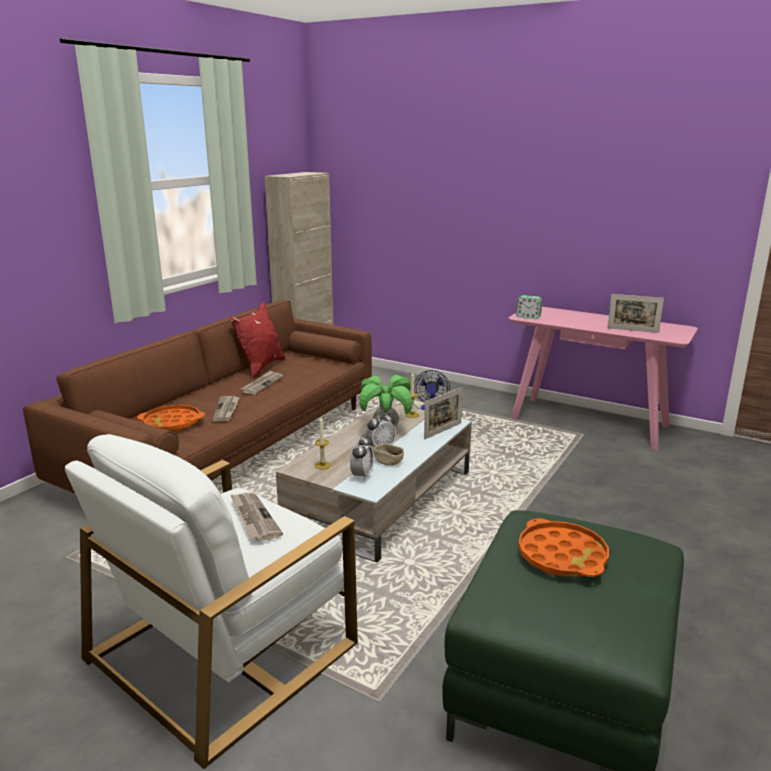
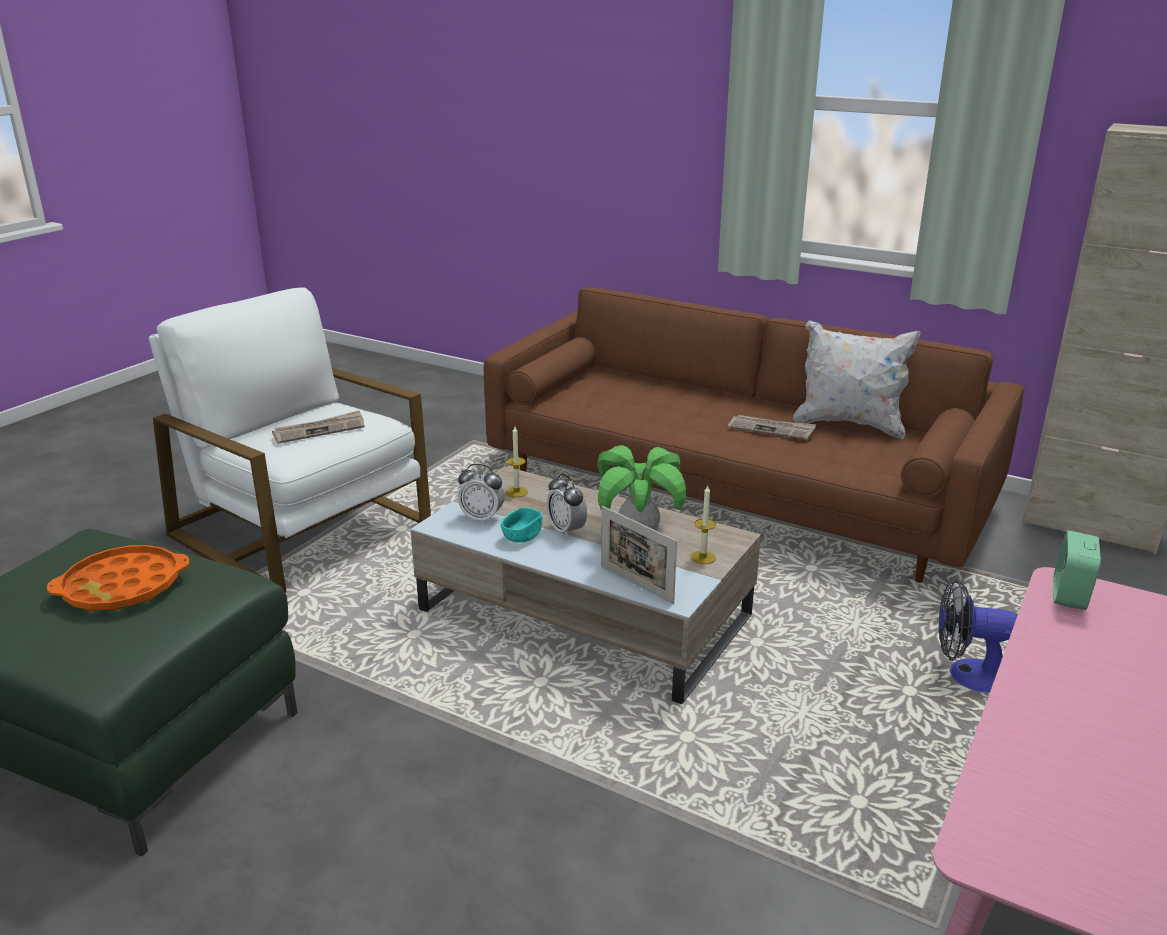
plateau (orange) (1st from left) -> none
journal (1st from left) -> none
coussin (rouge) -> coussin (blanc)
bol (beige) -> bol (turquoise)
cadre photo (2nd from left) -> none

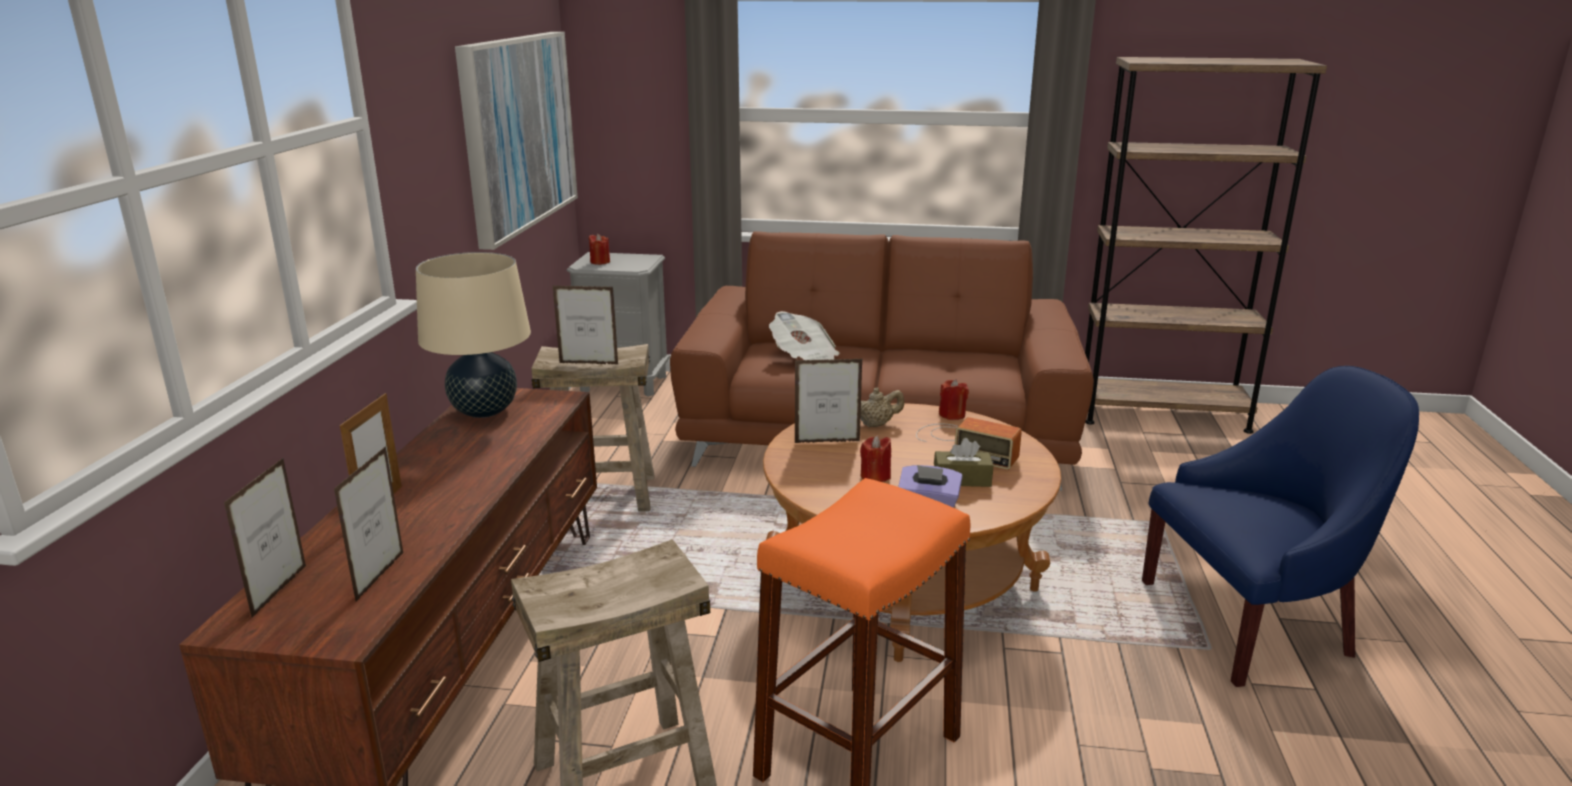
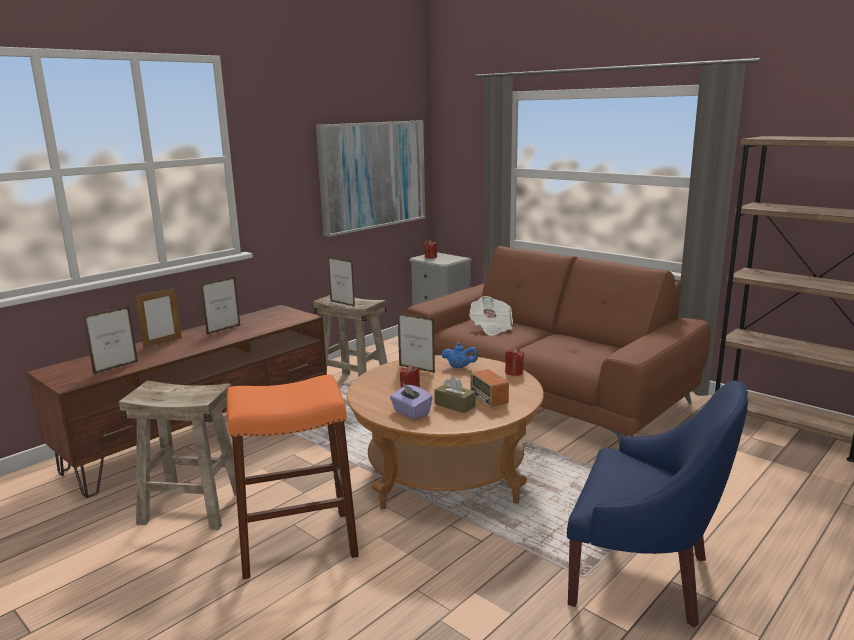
cadre photo (1st from left in the first image) -> cadre photo (3rd from left), move
lampe de table (beige) -> none
théière (beige) -> théière (bleu)

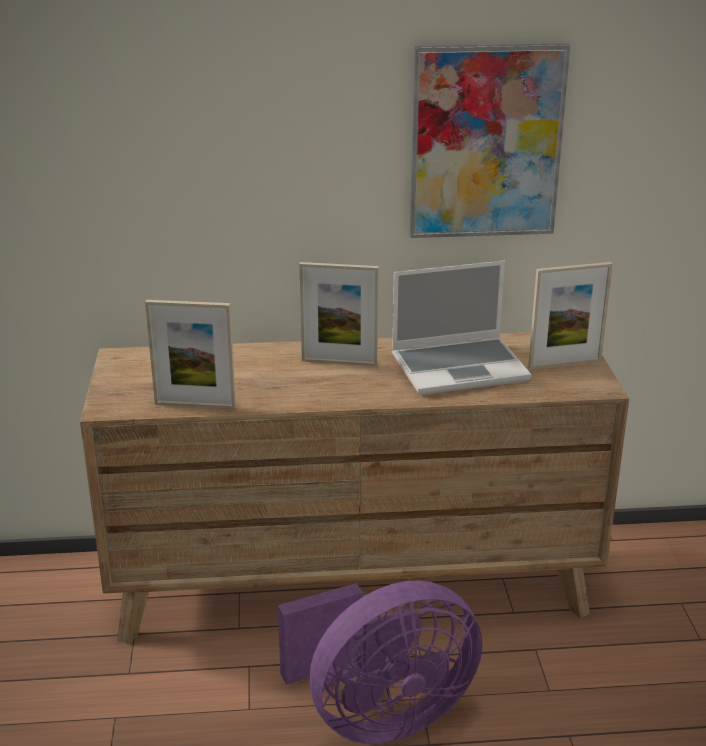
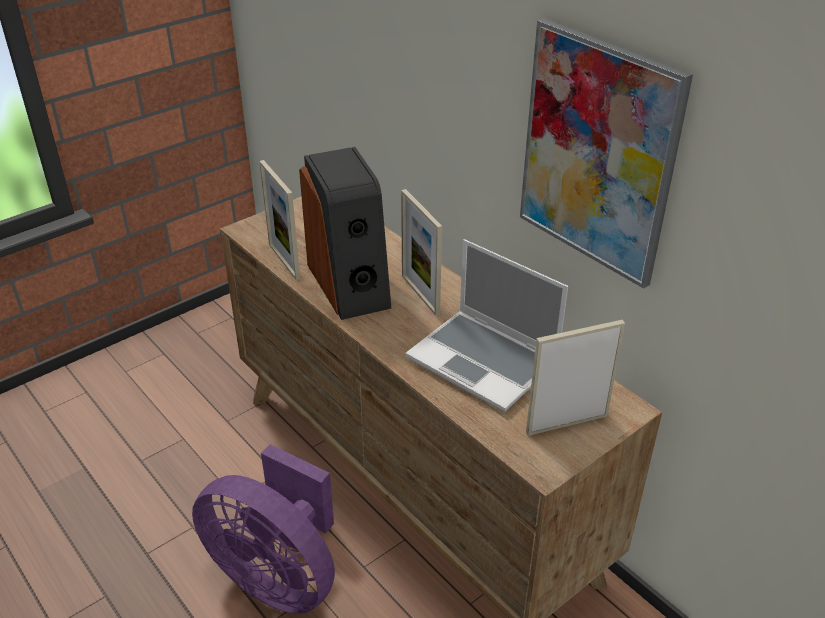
cadre photo (3rd from left), 120 degrees clockwise
none -> enceinte

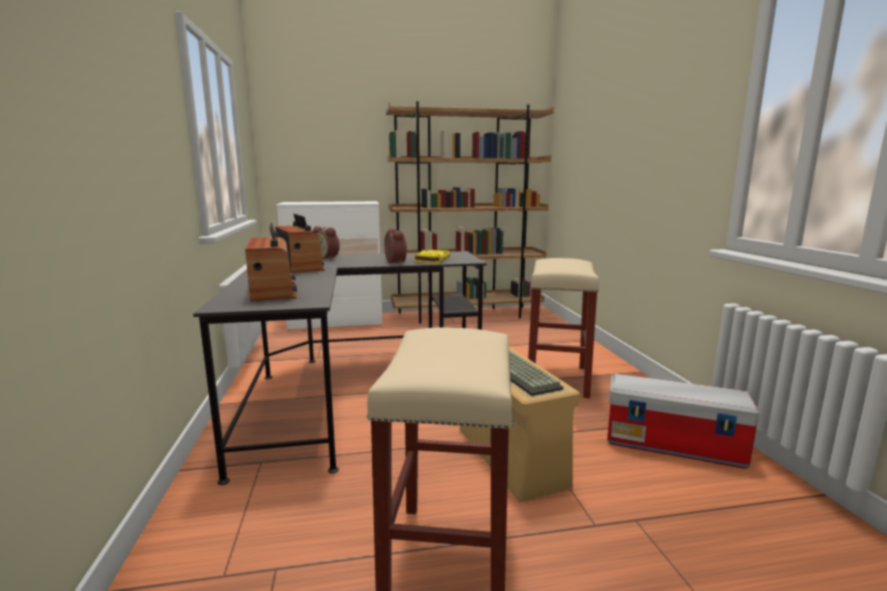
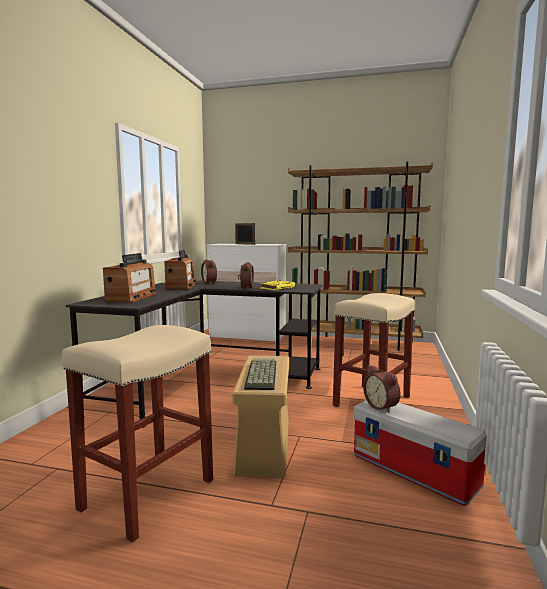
none -> cadre photo
none -> réveil (3rd from left)

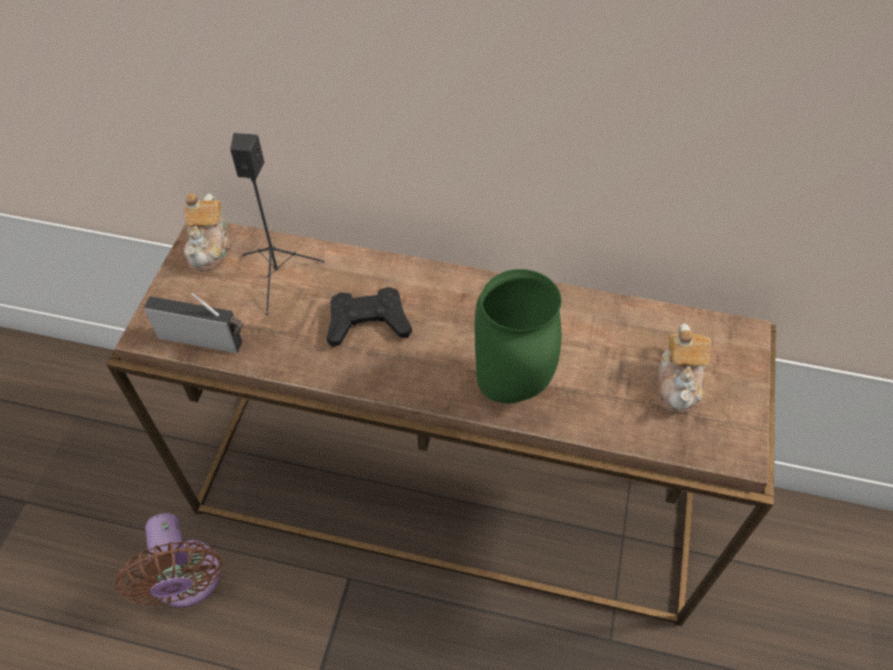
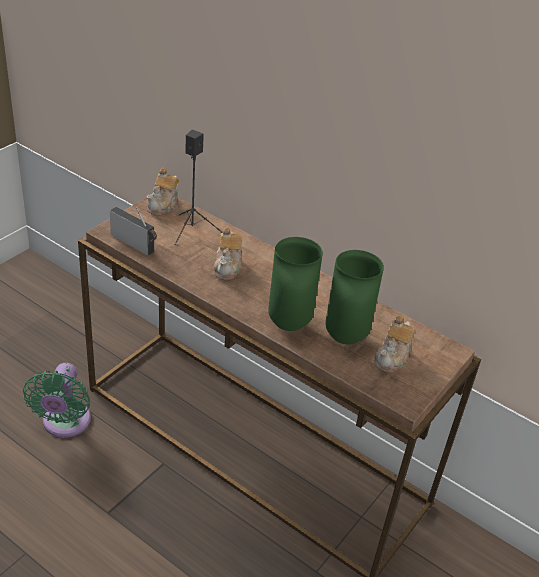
ventilateur (marron) -> ventilateur (vert)
manette (noir) -> théière (2nd from left)
none -> vase (vert) (2nd from left)

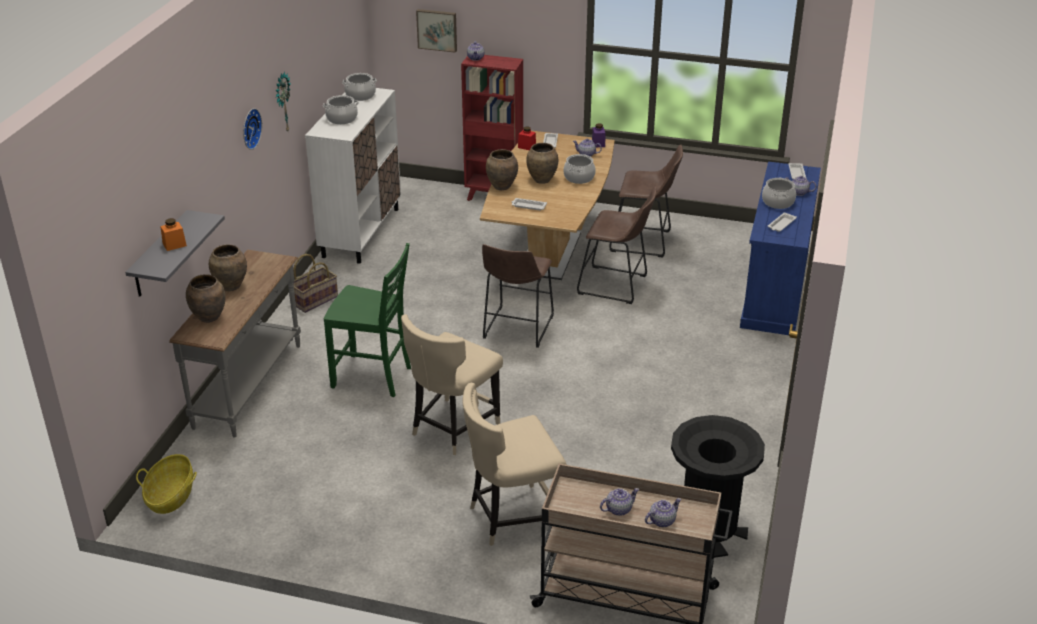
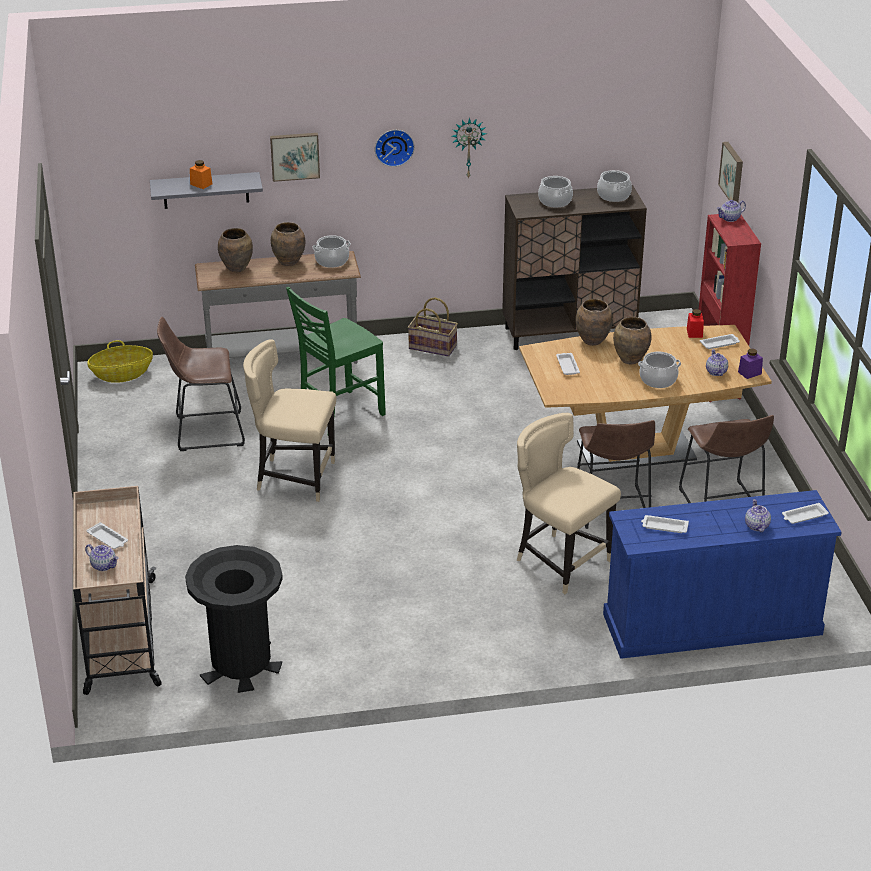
meuble de rangement (blanc) -> meuble de rangement (marron)
chaise (vert), 60 degrees clockwise
chaise (beige) (2nd from left), move
tabouret (marron) (1st from left), move
théière (3rd from left) -> plateau (blanc) (1st from left)
marmite (4th from left in the first image) -> marmite (1st from left), move
none -> tableau (1st from left)

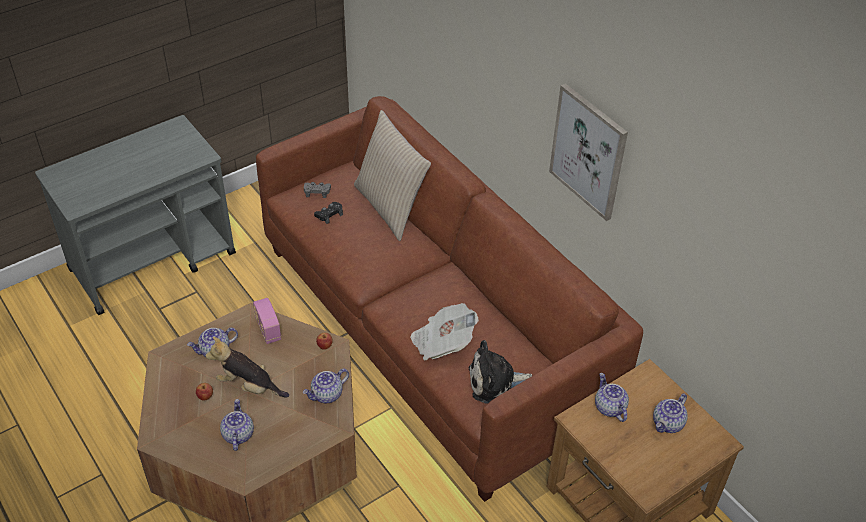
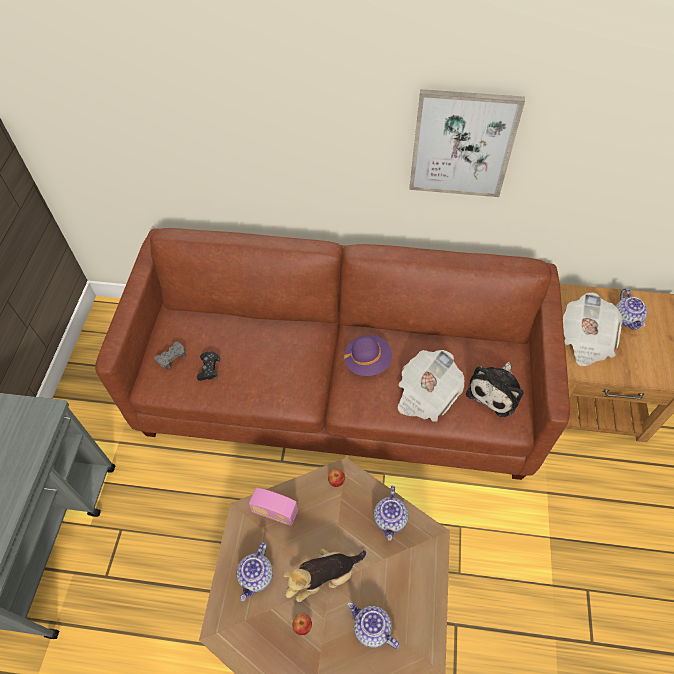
coussin (beige) -> none
théière (4th from left) -> journal (2nd from left)
none -> chapeau (violet)

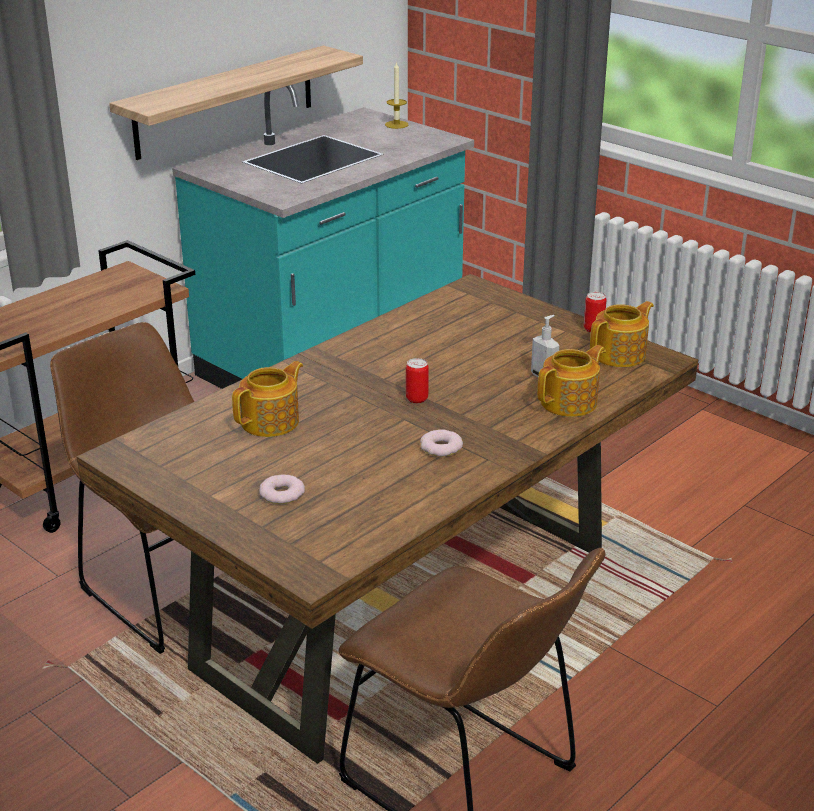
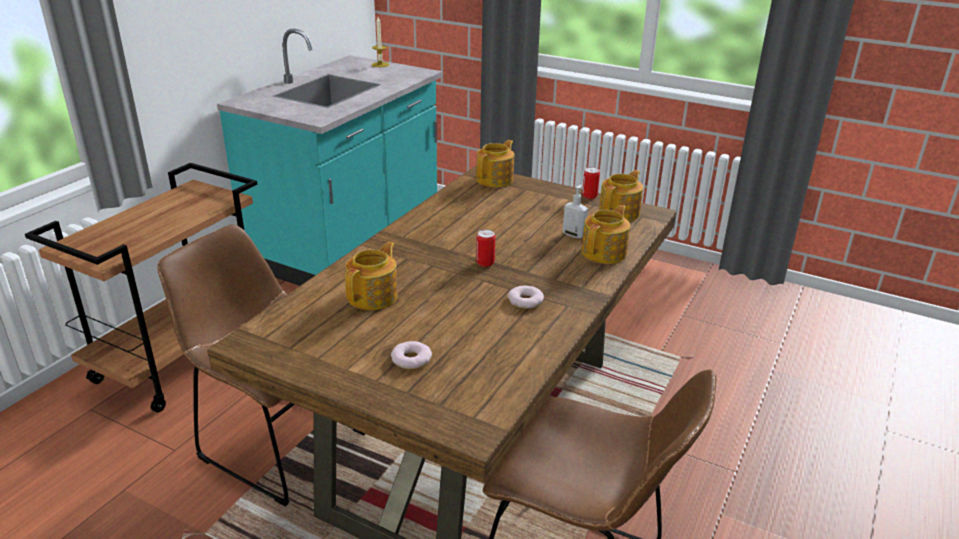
étagère -> none
none -> théière (2nd from left)

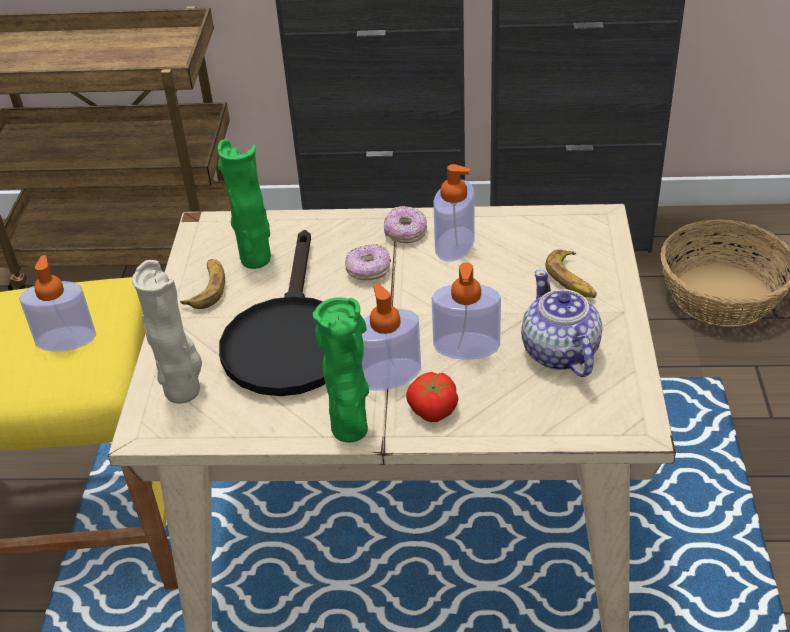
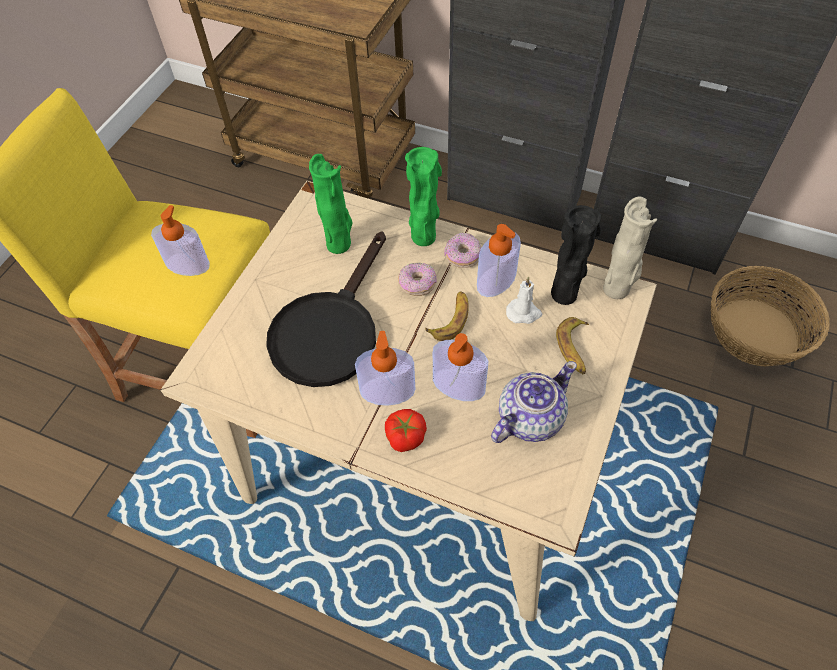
vase (beige), move
banane (1st from left), move
vase (vert) (2nd from left), move
théière, 45 degrees clockwise
none -> bougie (blanc)
none -> vase (noir)

